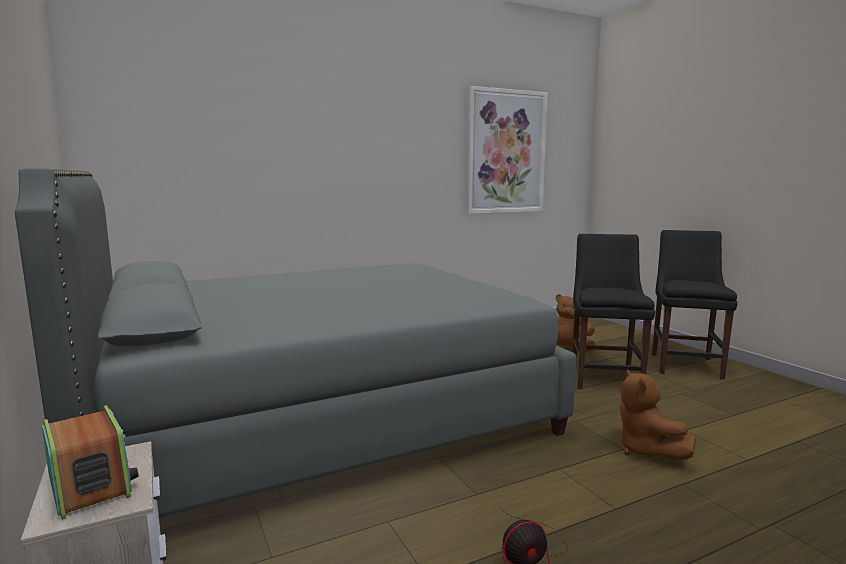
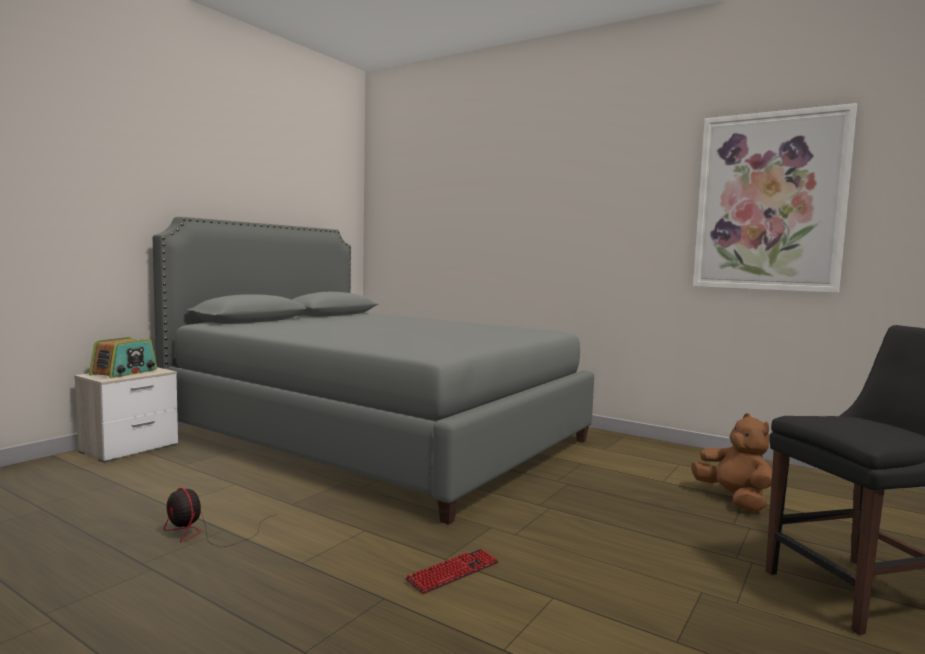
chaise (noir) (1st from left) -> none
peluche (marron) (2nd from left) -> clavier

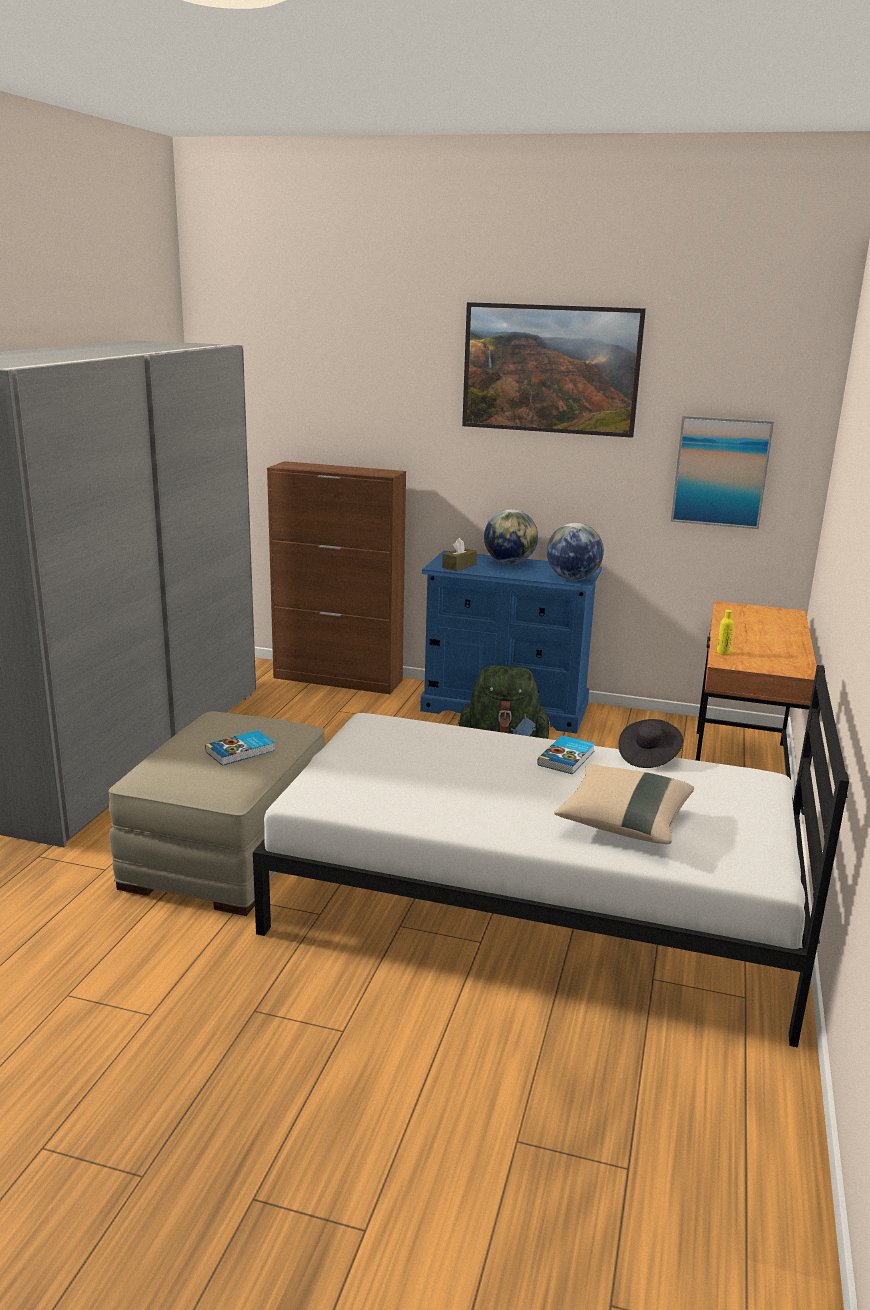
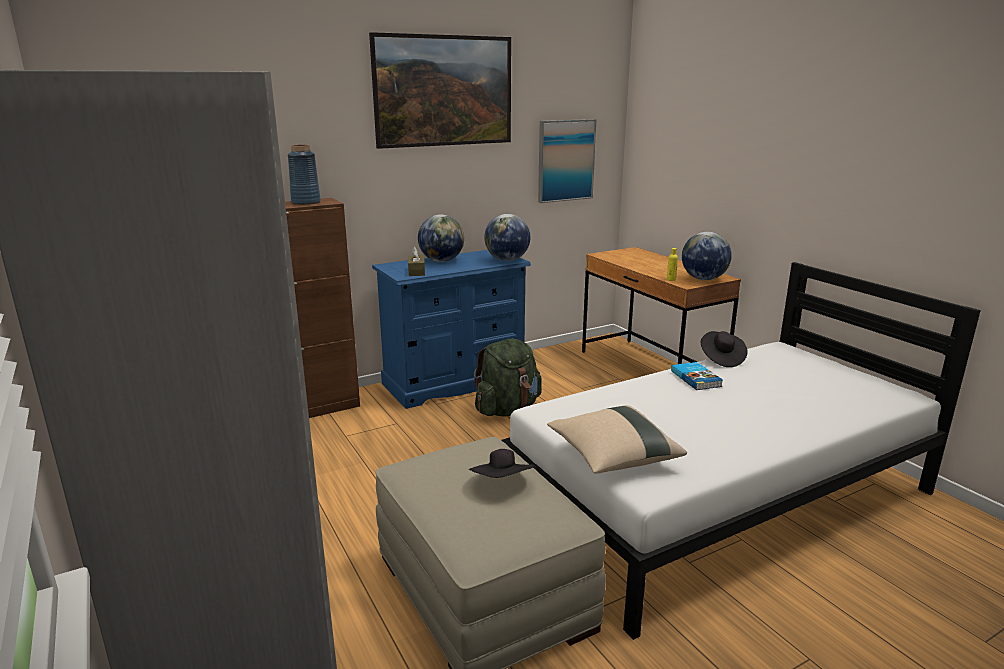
livre (1st from left) -> chapeau (noir) (1st from left)
coussin (beige), move
none -> vase (bleu)
none -> globe (3rd from left)

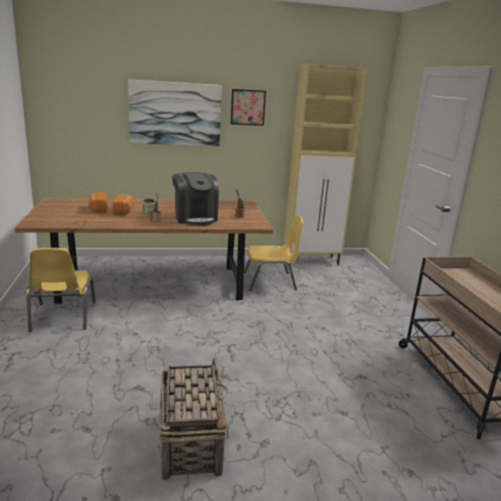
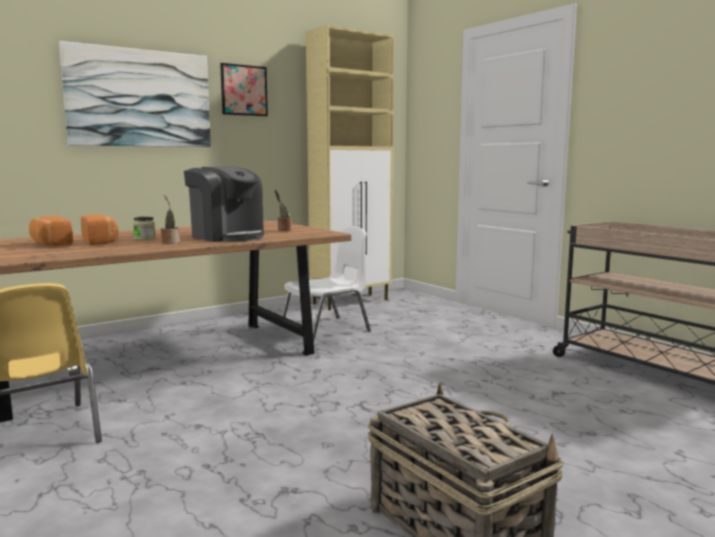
chaise (jaune) (2nd from left) -> chaise (blanc)

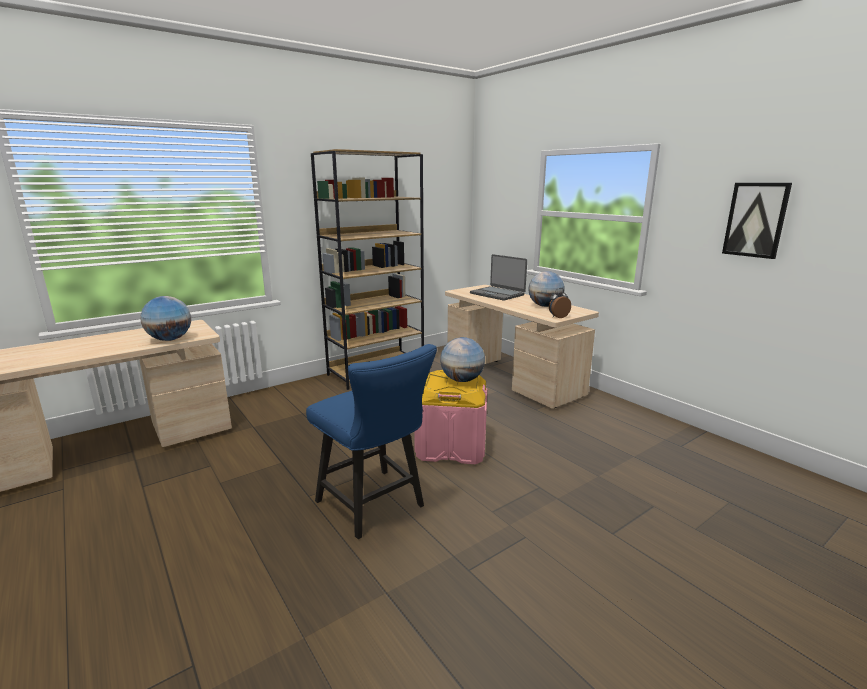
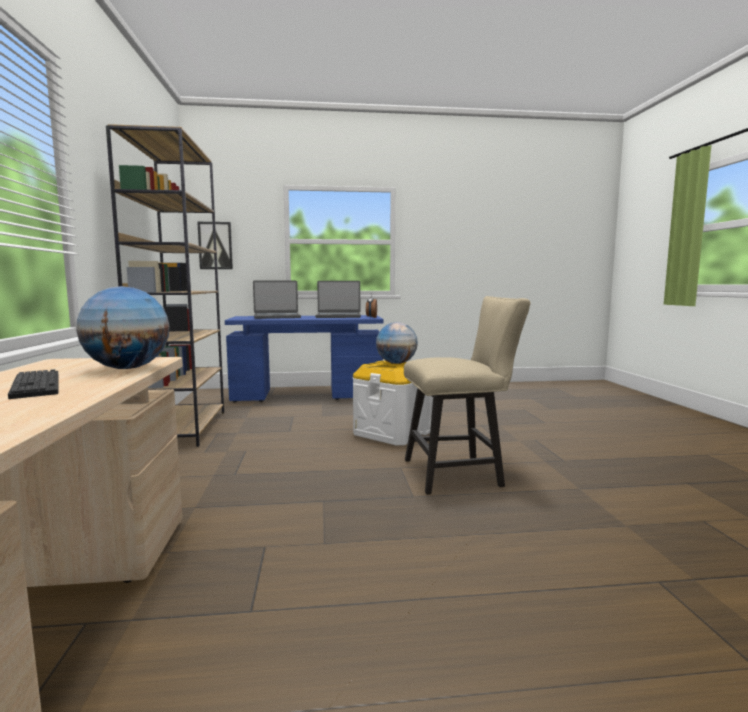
chaise (bleu) -> chaise (beige)
boîte de rangement (rose) -> boîte de rangement (blanc)
bureau (beige) (2nd from left) -> bureau (bleu)
globe (3rd from left) -> ordinateur portable (2nd from left)
tableau, move
none -> clavier

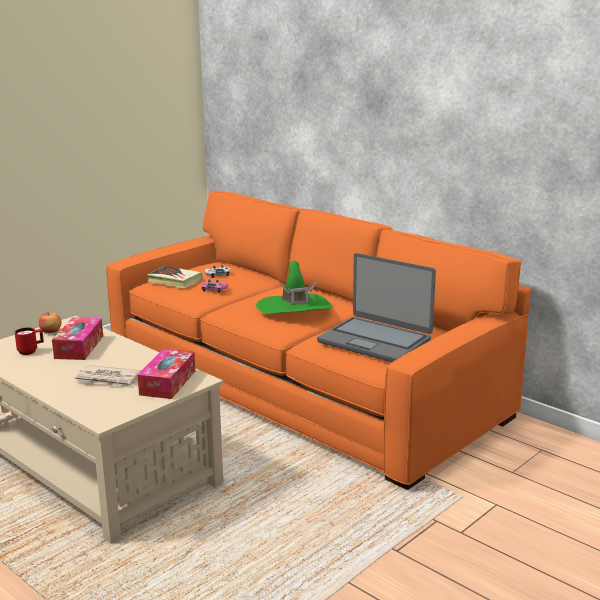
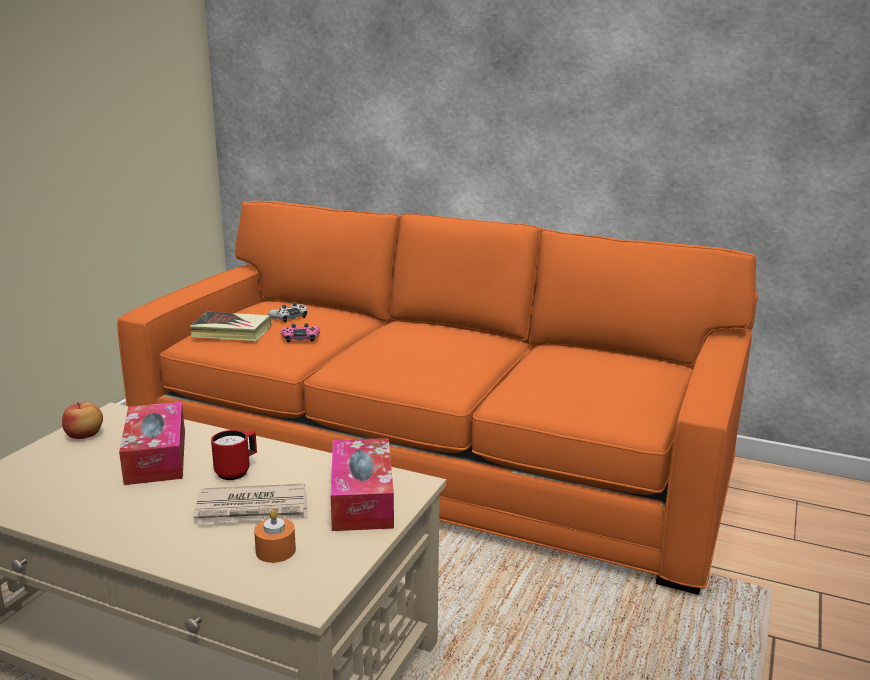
mug (rouge), move
chapeau (vert) -> none
ordinateur portable -> none
none -> bougie (orange)

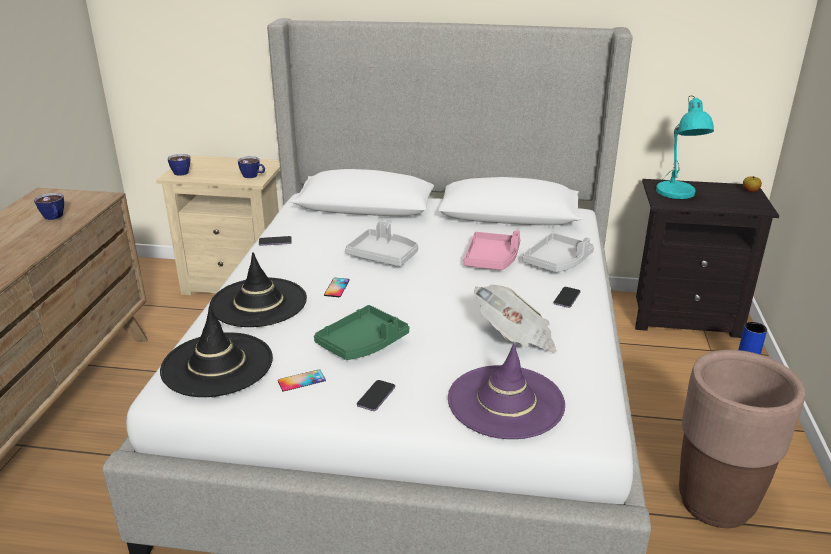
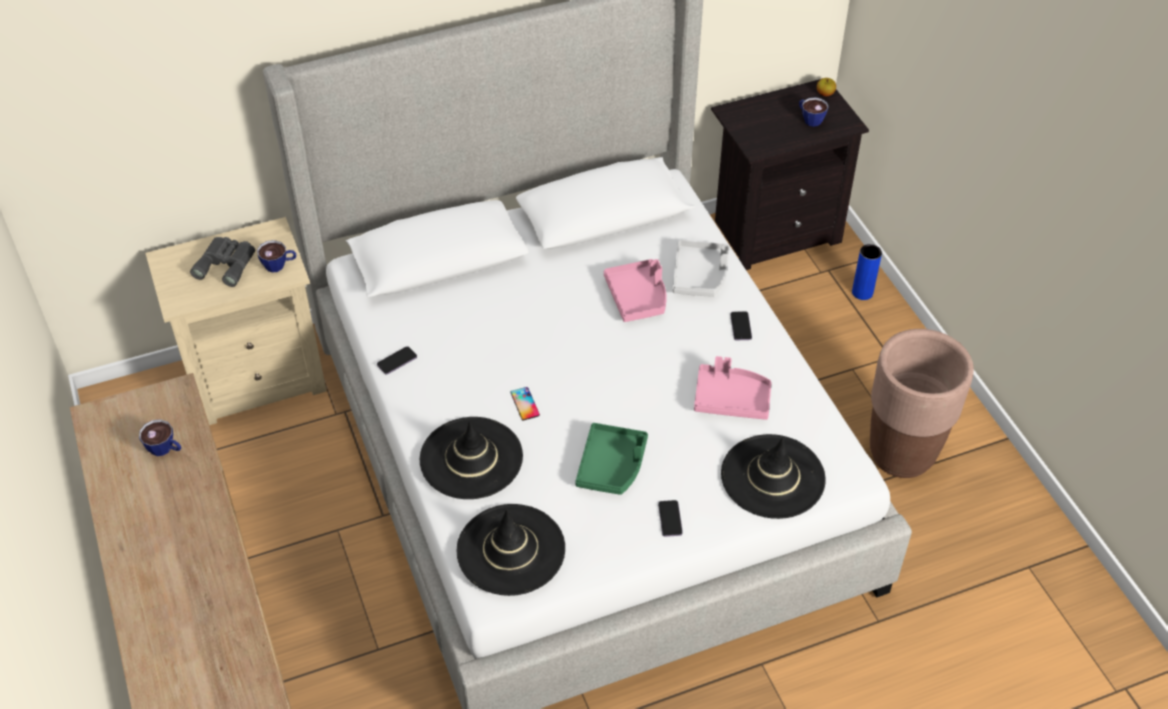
tasse (2nd from left in the first image) -> tasse (3rd from left), move
téléphone (2nd from left) -> none
plateau (gris) (1st from left) -> none
chapeau (violet) -> chapeau (noir) (3rd from left)
journal -> plateau (rose) (2nd from left)
lampe de table (turquoise) -> none
none -> jumelles (gris)

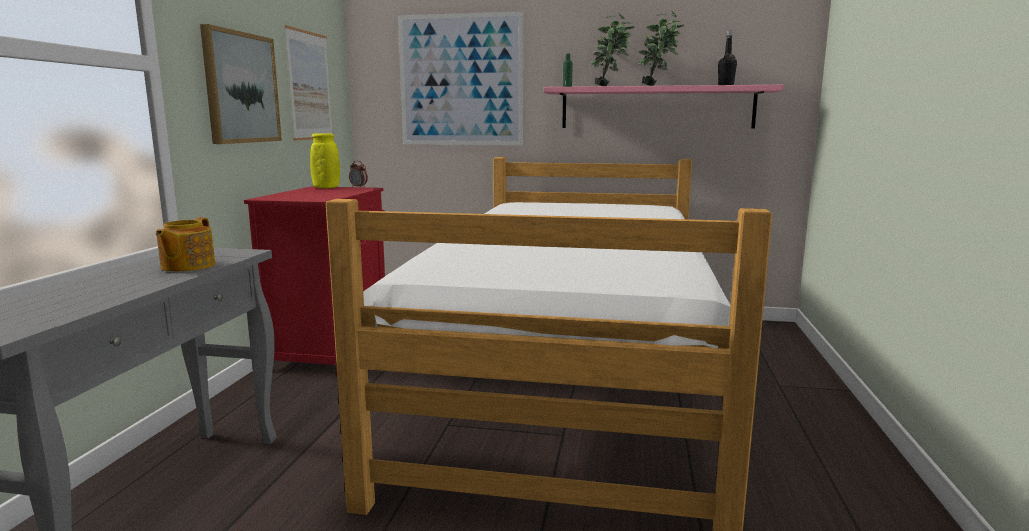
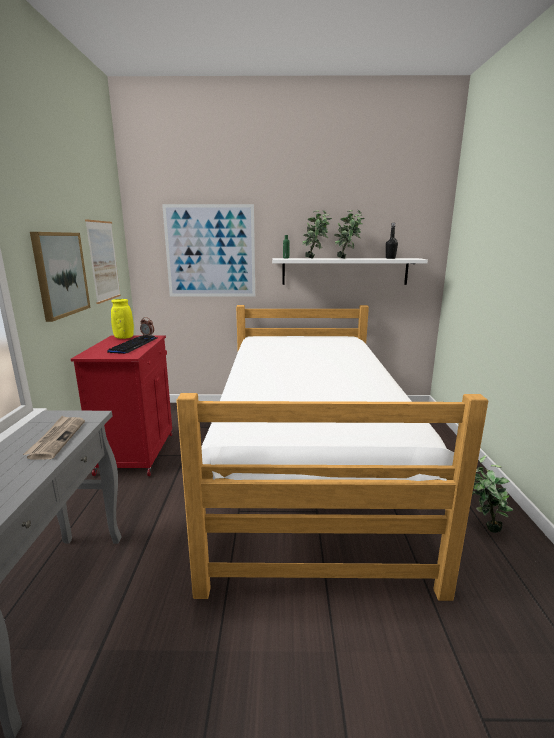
théière -> journal
étagère (rose) -> étagère (blanc)
none -> clavier
none -> plante en pot (3rd from left)

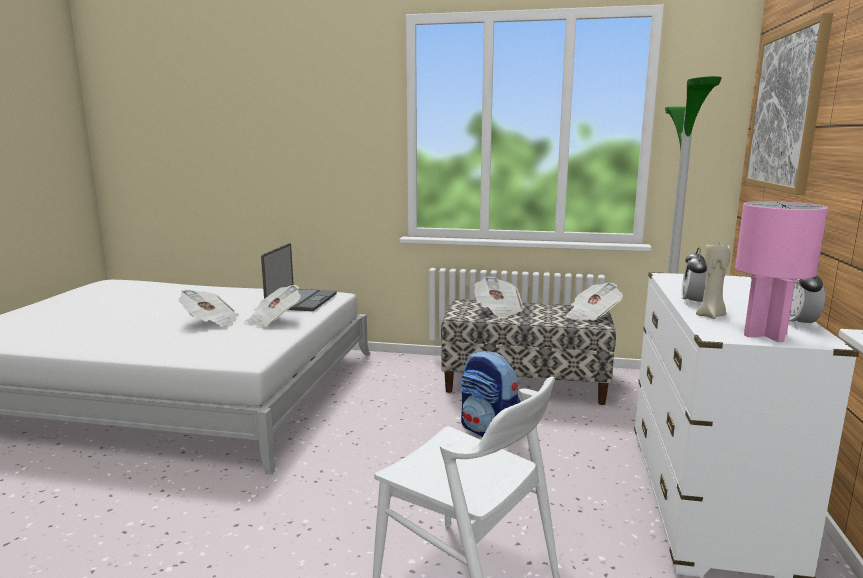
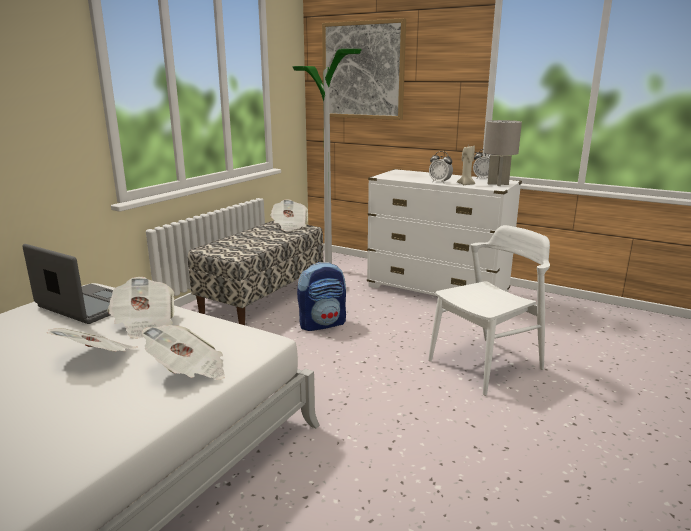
journal (3rd from left), move
lampe de table (rose) -> lampe de table (gris)

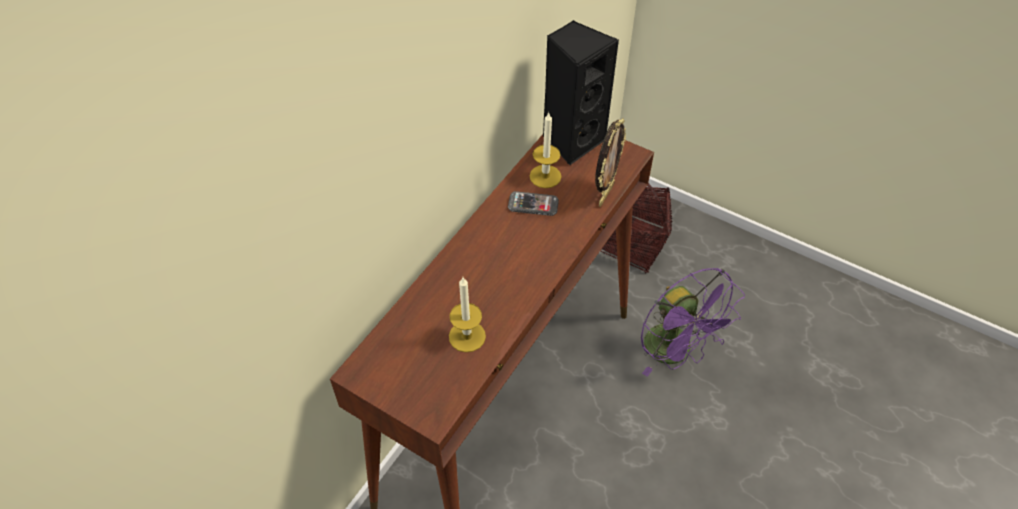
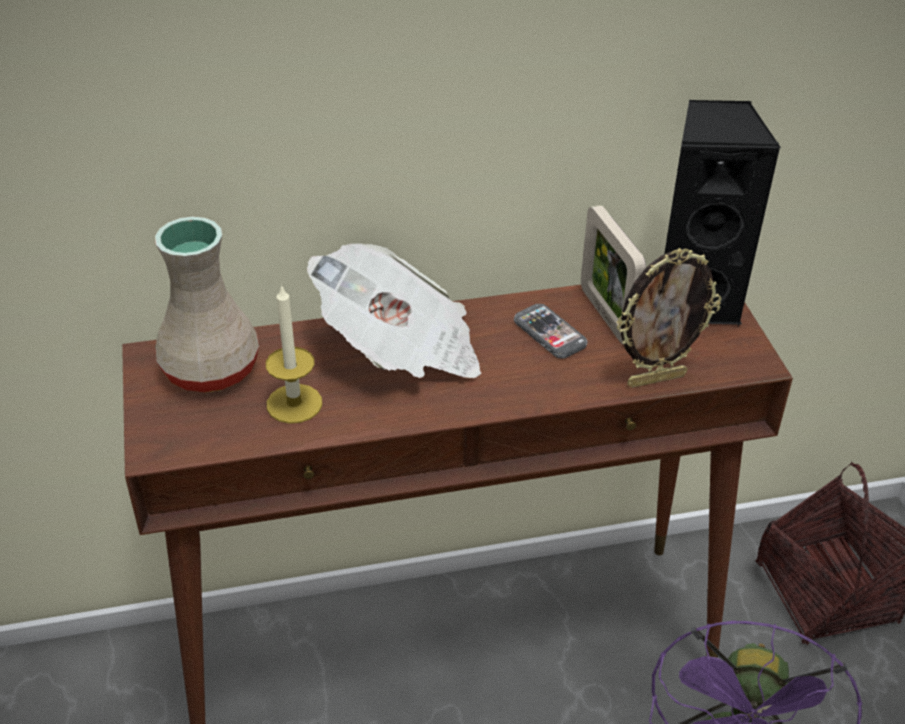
bougie (2nd from left) -> cadre photo (1st from left)
none -> vase (beige)
none -> journal

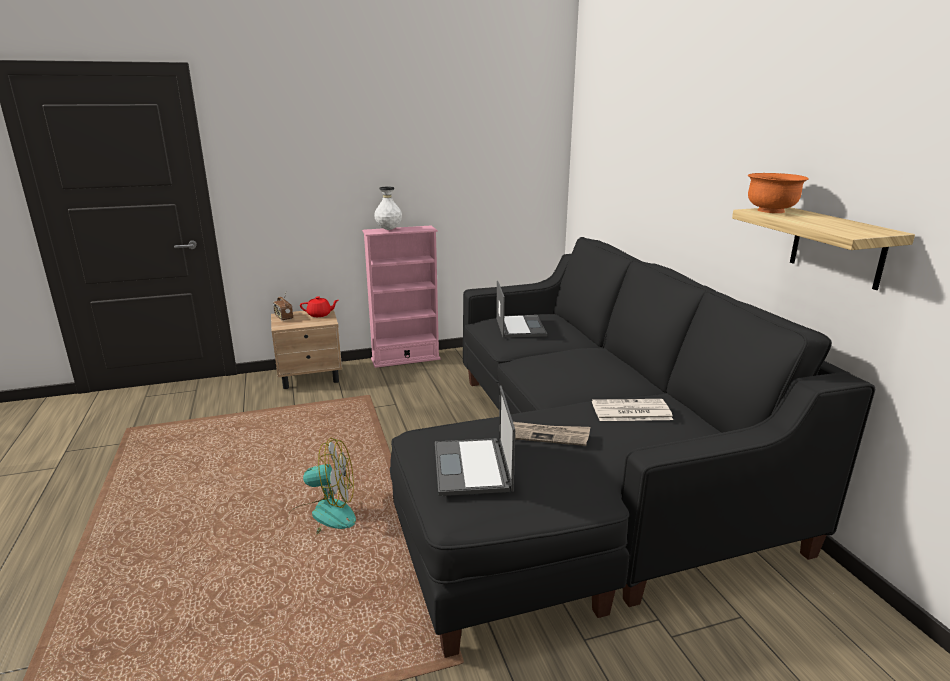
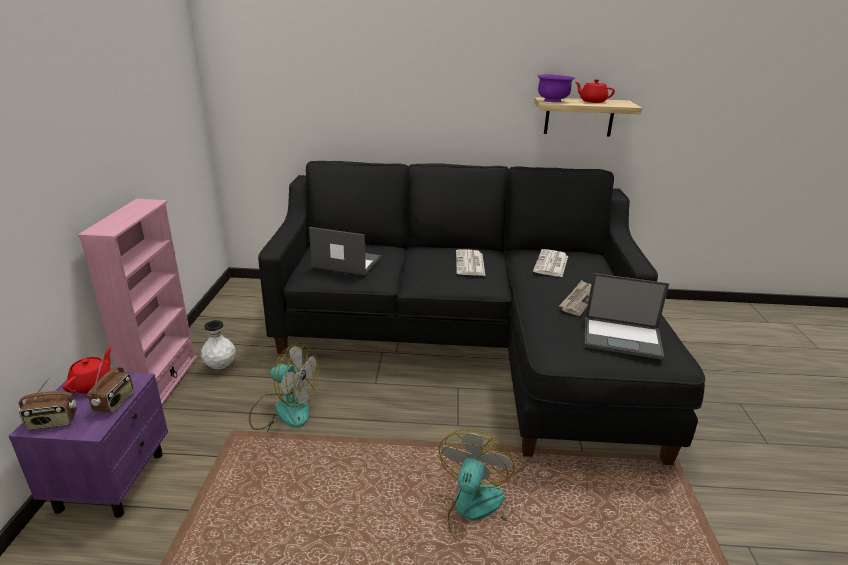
table de chevet (beige) -> table de chevet (violet)
vase (blanc), move
bol (orange) -> bol (violet)
none -> radio (2nd from left)
none -> ventilateur (1st from left)
none -> journal (1st from left)
none -> théière (rouge) (2nd from left)

